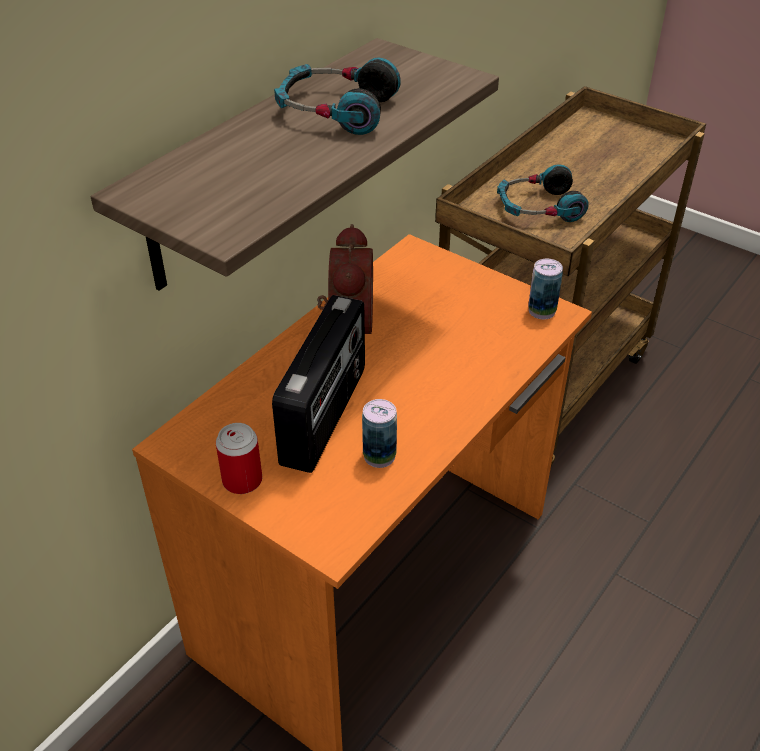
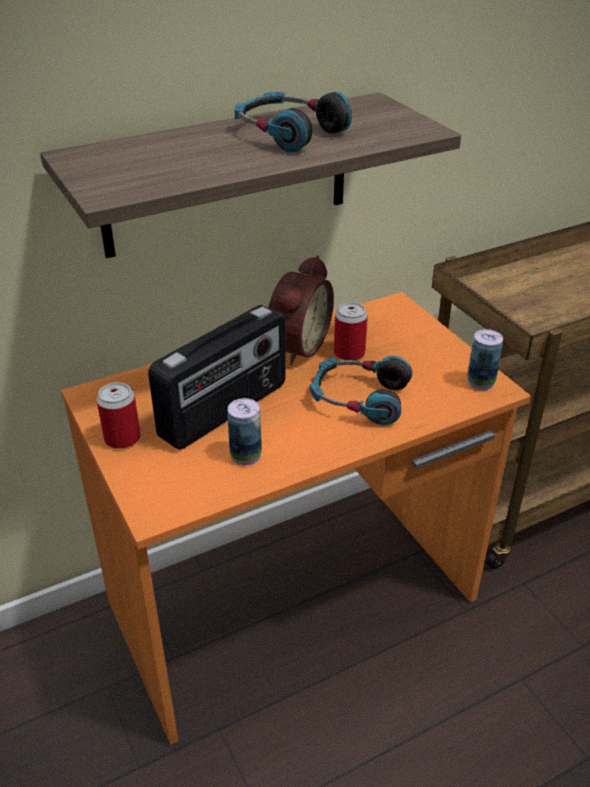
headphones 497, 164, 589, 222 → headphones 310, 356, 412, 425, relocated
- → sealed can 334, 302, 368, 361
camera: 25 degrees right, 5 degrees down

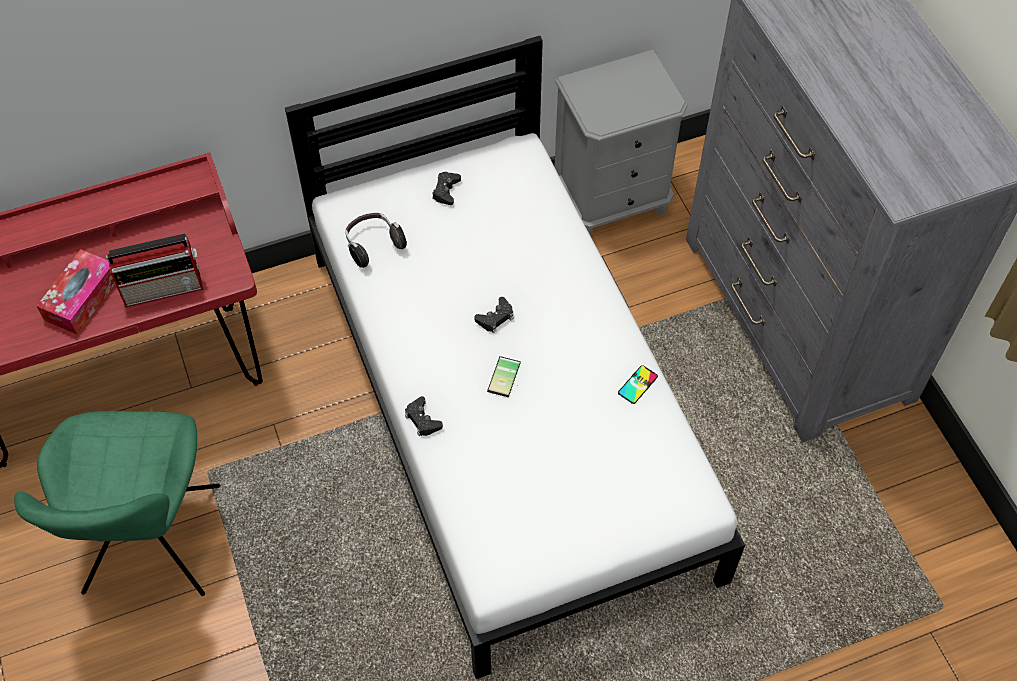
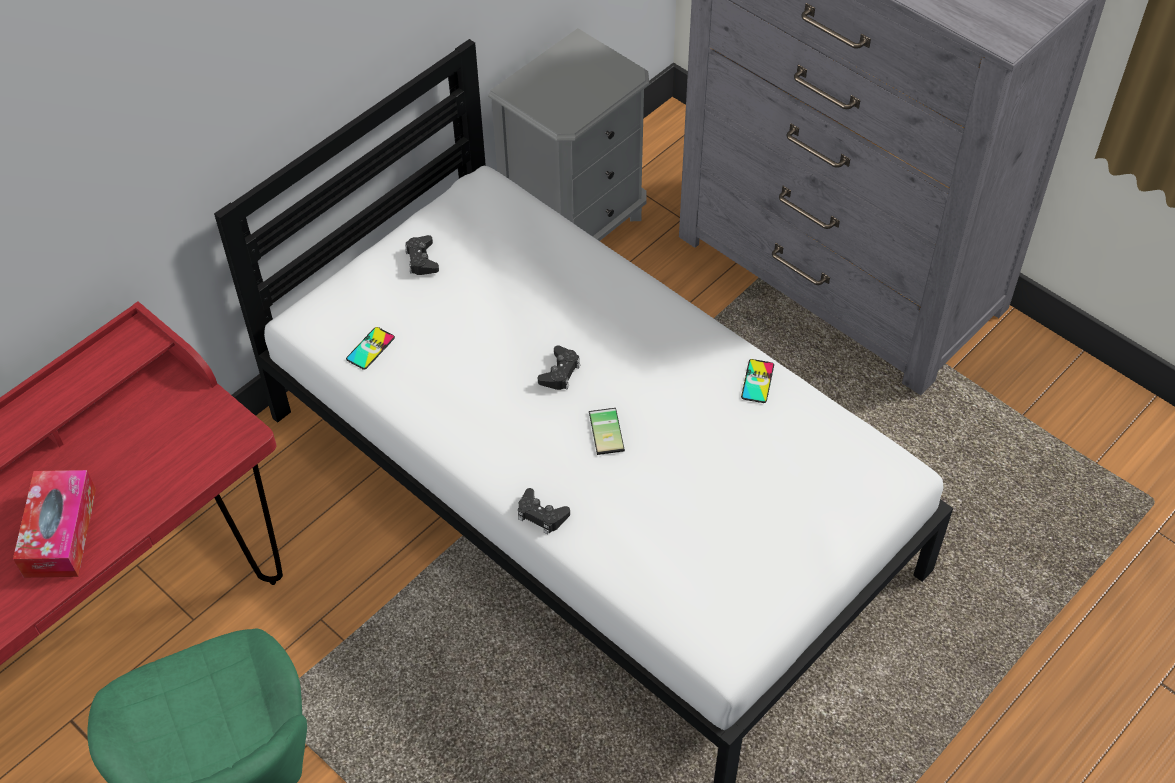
headphones 345, 213, 407, 268 → telephone 346, 327, 395, 370
radio 106, 233, 203, 307 → -
camera: 25 degrees left, 5 degrees down

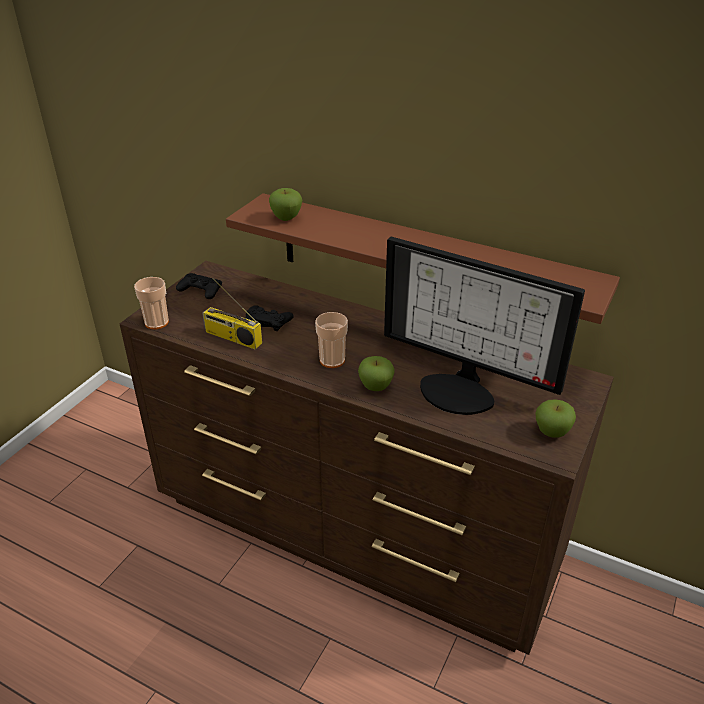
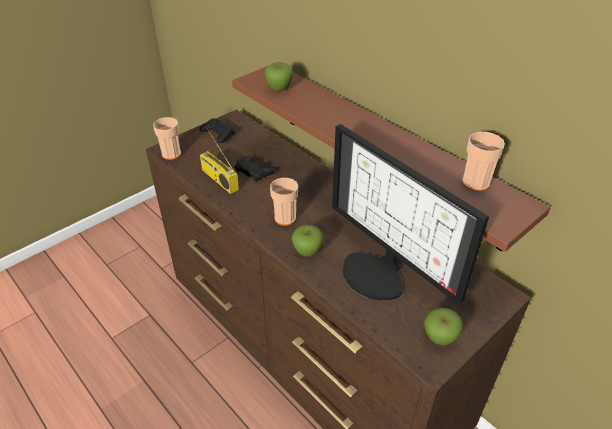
- → cup 462, 132, 505, 192
camera: 20 degrees right, 5 degrees up

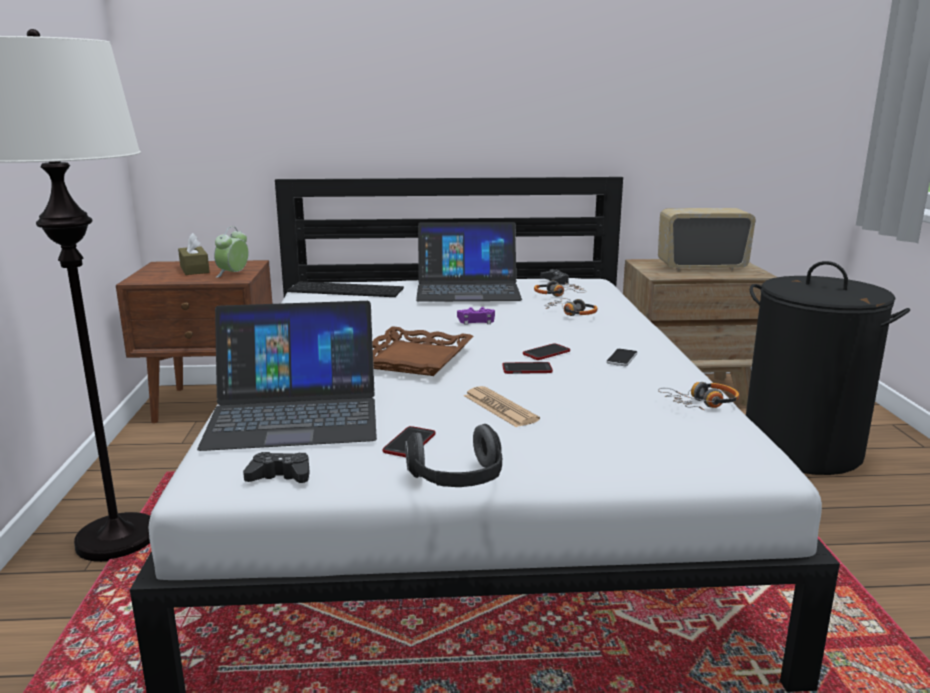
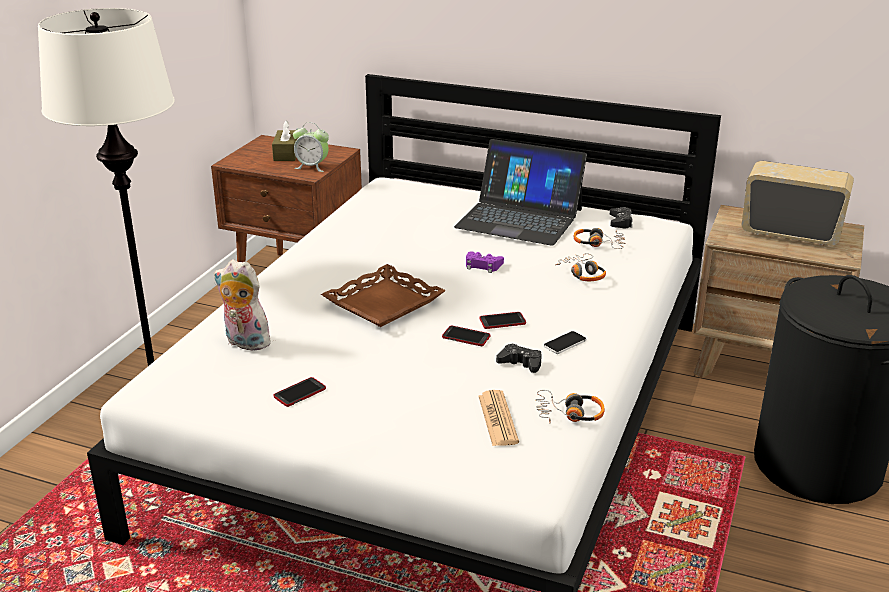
laptop 197, 301, 377, 451 → cuddly toy 214, 259, 271, 351
table clock 214, 227, 249, 278 → table clock 293, 122, 329, 172, 120 degrees counterclockwise
daily paper 464, 386, 540, 427 → daily paper 479, 390, 519, 446, relocated
black game controller 243, 452, 310, 483 → black game controller 496, 344, 542, 373, relocated
keyboard 287, 282, 404, 297 → -
headphones 405, 424, 502, 487 → -
camera: 25 degrees right, 10 degrees up

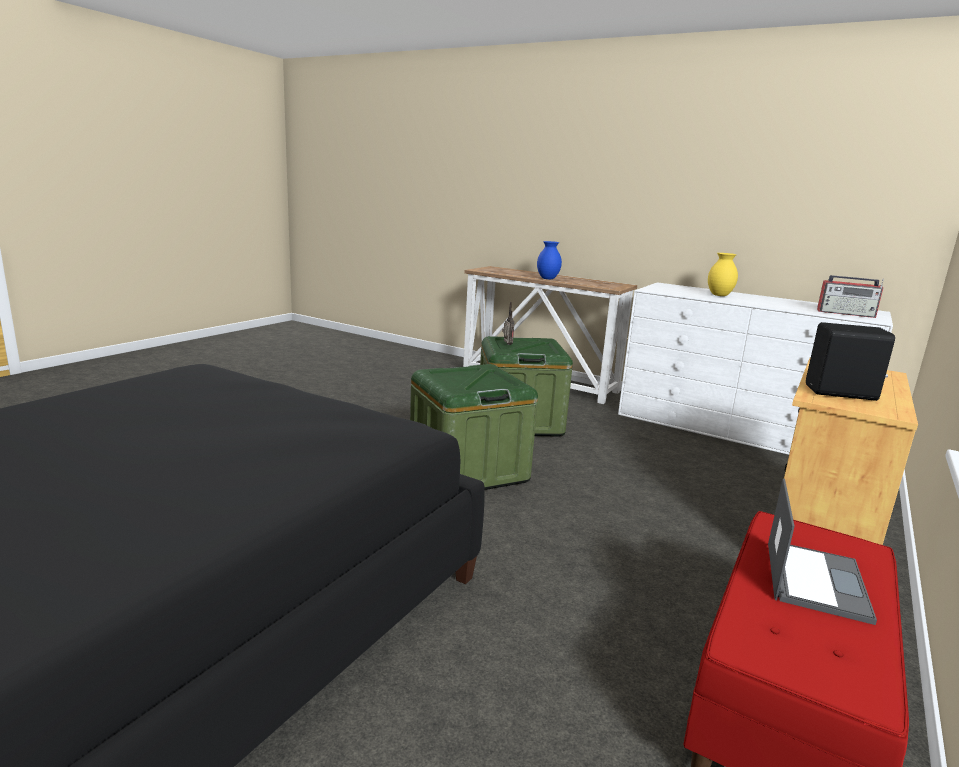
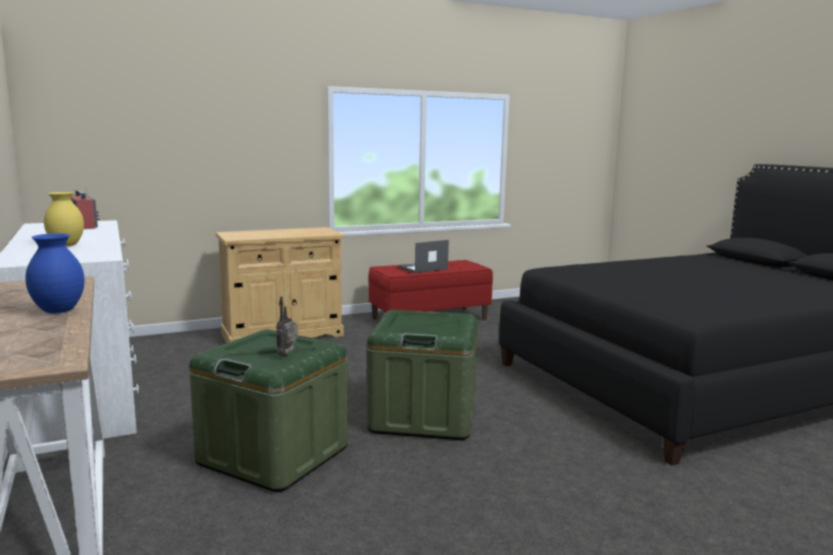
black loudspeaker 806, 322, 895, 401 → -
camera: 145 degrees left, 5 degrees down

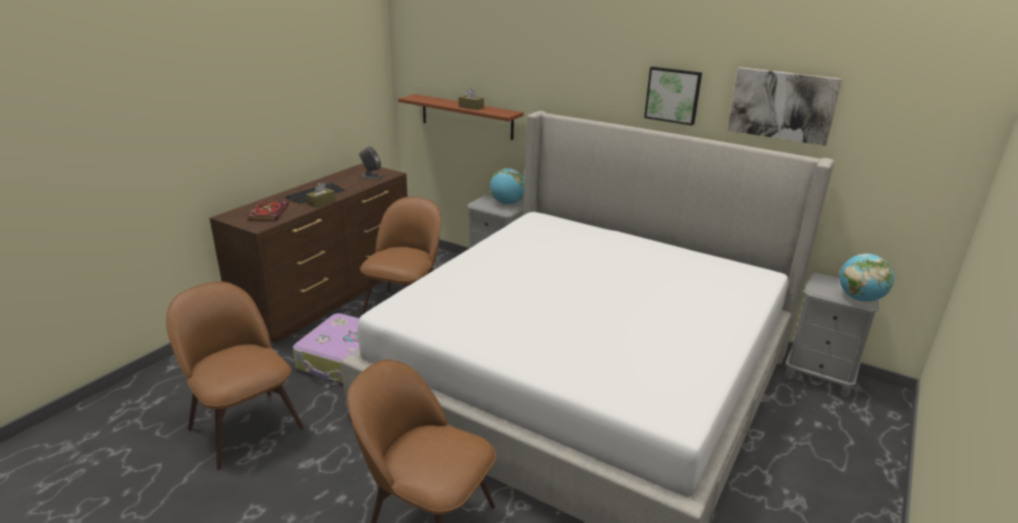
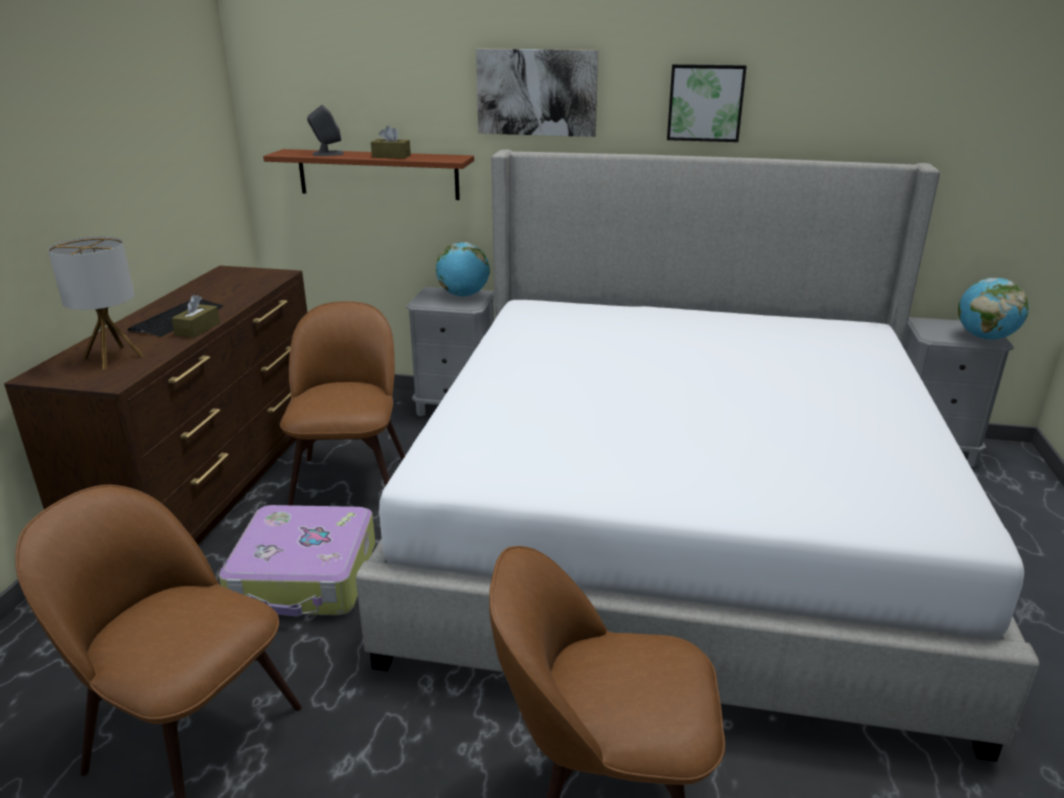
volume 247, 201, 289, 220 → tabletop lamp 48, 236, 144, 370
gray loudspeaker 359, 146, 382, 179 → gray loudspeaker 307, 105, 344, 156, relocated
wall art 727, 67, 842, 146 → wall art 476, 49, 599, 137, relocated
camera: 20 degrees left, 0 degrees up

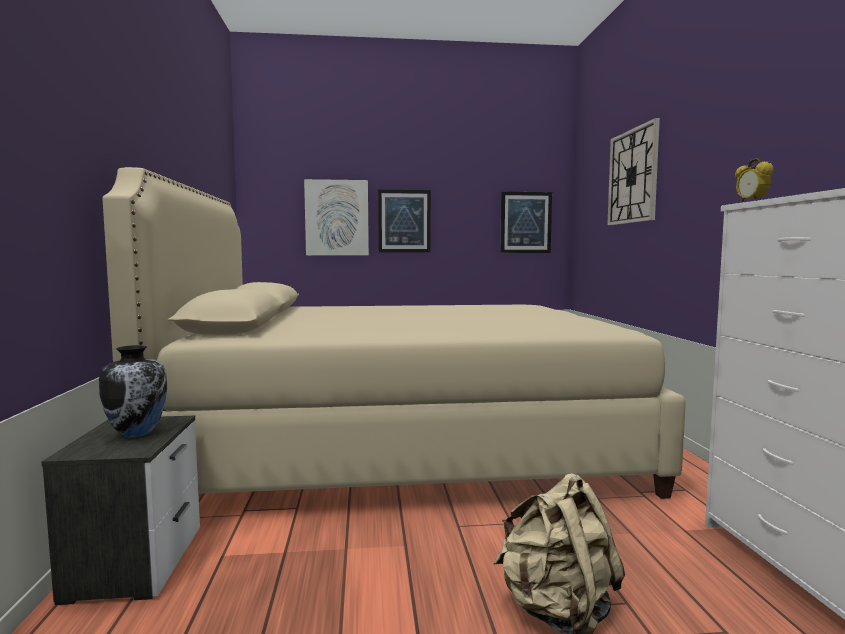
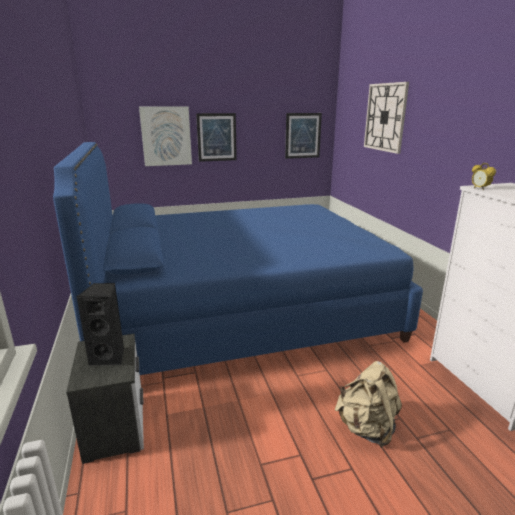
beige-coloured sleeping bed 103, 167, 686, 499 → blue-coloured sleeping bed 53, 142, 423, 375
decorative vase 99, 345, 167, 438 → black loudspeaker 76, 283, 124, 366
camera: 10 degrees left, 15 degrees up

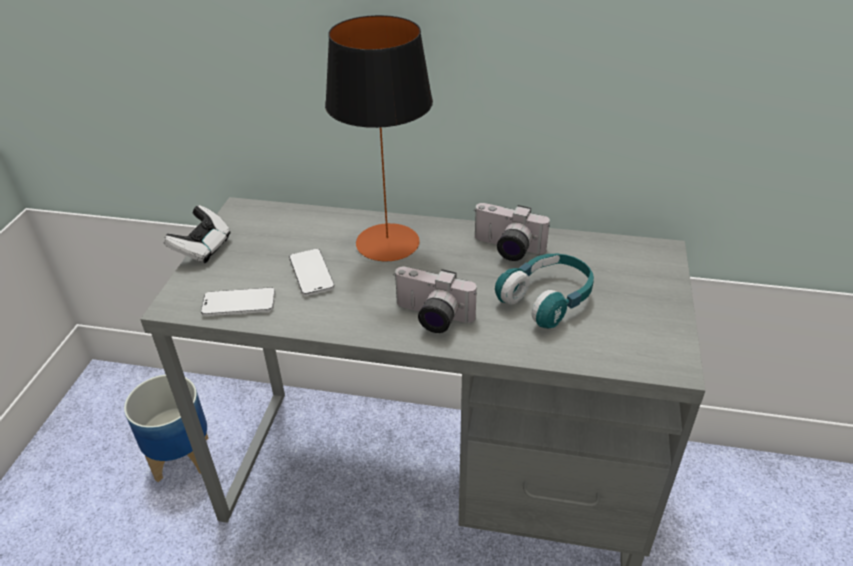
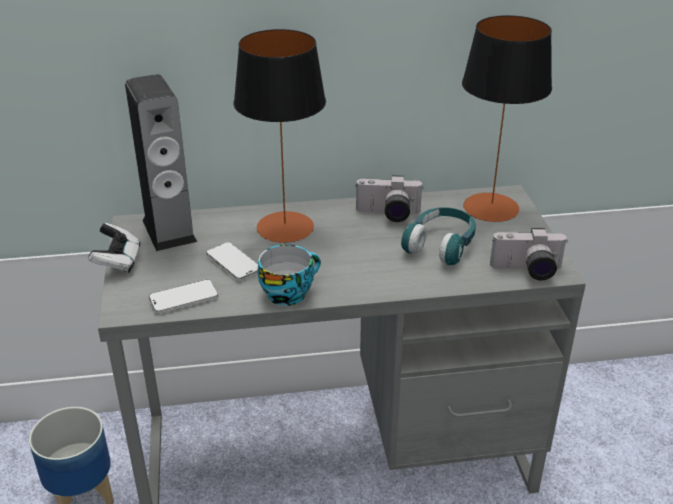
- → loudspeaker 125, 74, 197, 251
- → cup 258, 244, 321, 306
- → tabletop lamp 462, 15, 552, 222
photo camera 393, 267, 477, 333 → photo camera 490, 228, 567, 280, relocated
camera: 20 degrees left, 5 degrees down

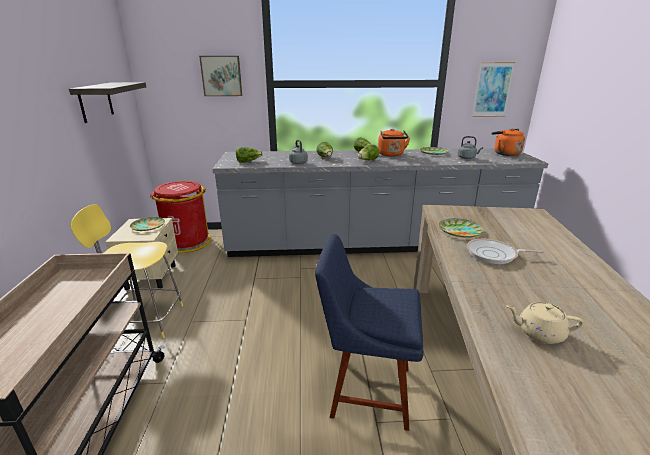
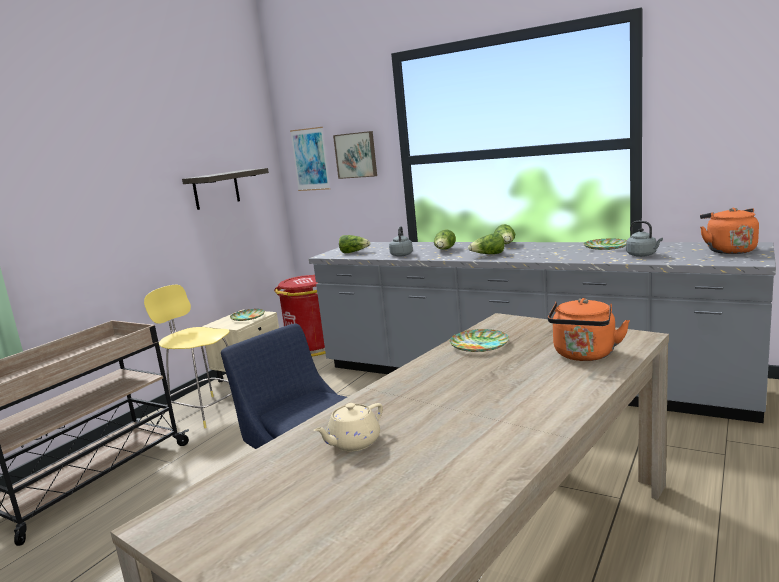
wall art 472, 62, 515, 117 → wall art 290, 127, 330, 191, relocated
beige-coloured teapot 506, 302, 584, 344 → beige-coloured teapot 314, 403, 383, 451, 90 degrees counterclockwise
orange tea kettle 378, 129, 410, 157 → orange tea kettle 548, 298, 630, 361, relocated
frying pan 467, 239, 545, 264 → -
camera: 35 degrees right, 10 degrees down

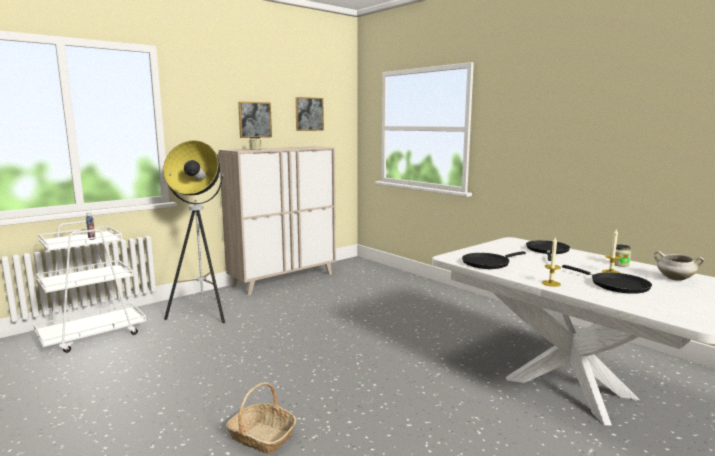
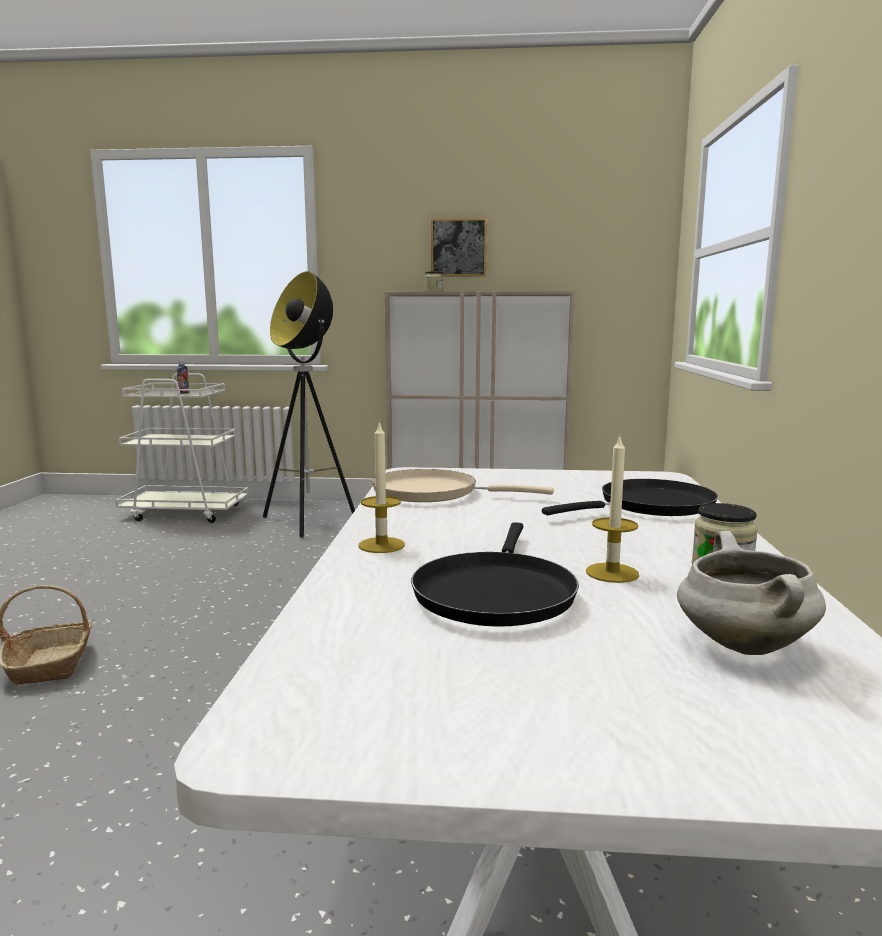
black frying pan 462, 251, 526, 269 → beige-coloured frying pan 372, 469, 554, 502
wall art 295, 97, 324, 131 → -
camera: 45 degrees right, 0 degrees up

